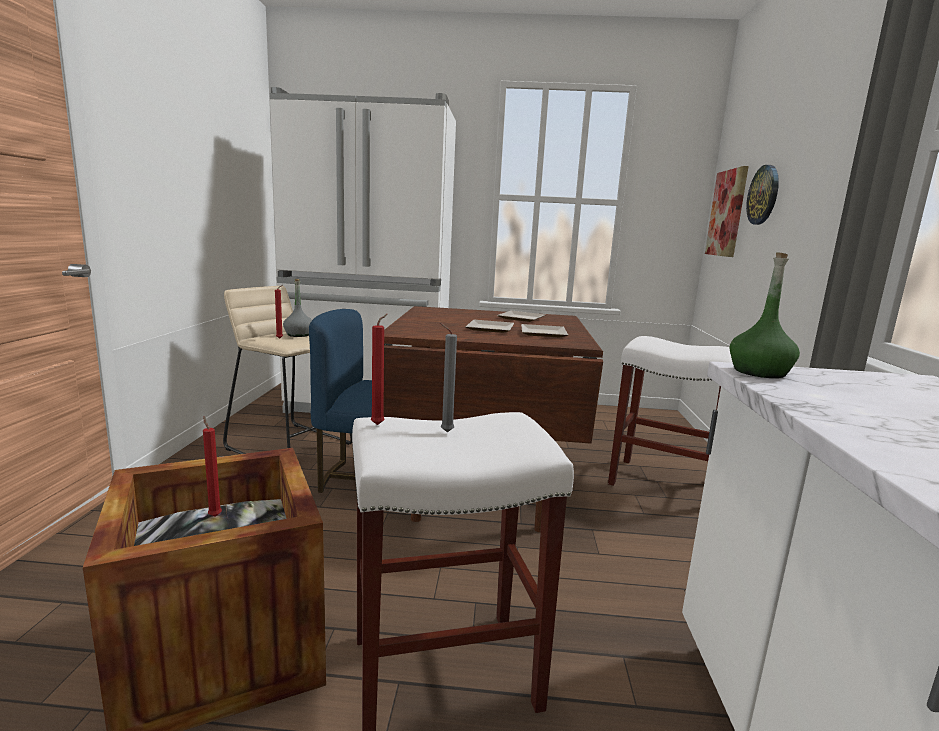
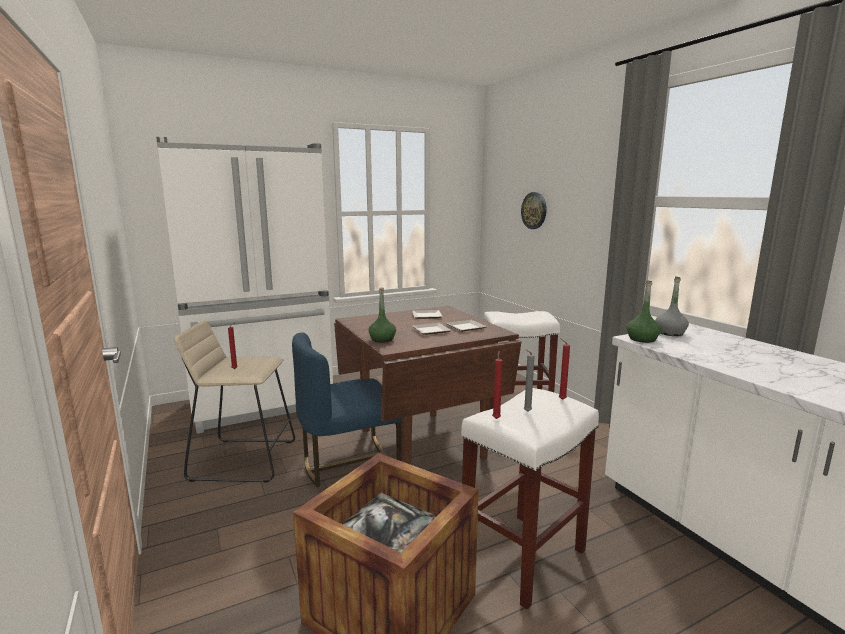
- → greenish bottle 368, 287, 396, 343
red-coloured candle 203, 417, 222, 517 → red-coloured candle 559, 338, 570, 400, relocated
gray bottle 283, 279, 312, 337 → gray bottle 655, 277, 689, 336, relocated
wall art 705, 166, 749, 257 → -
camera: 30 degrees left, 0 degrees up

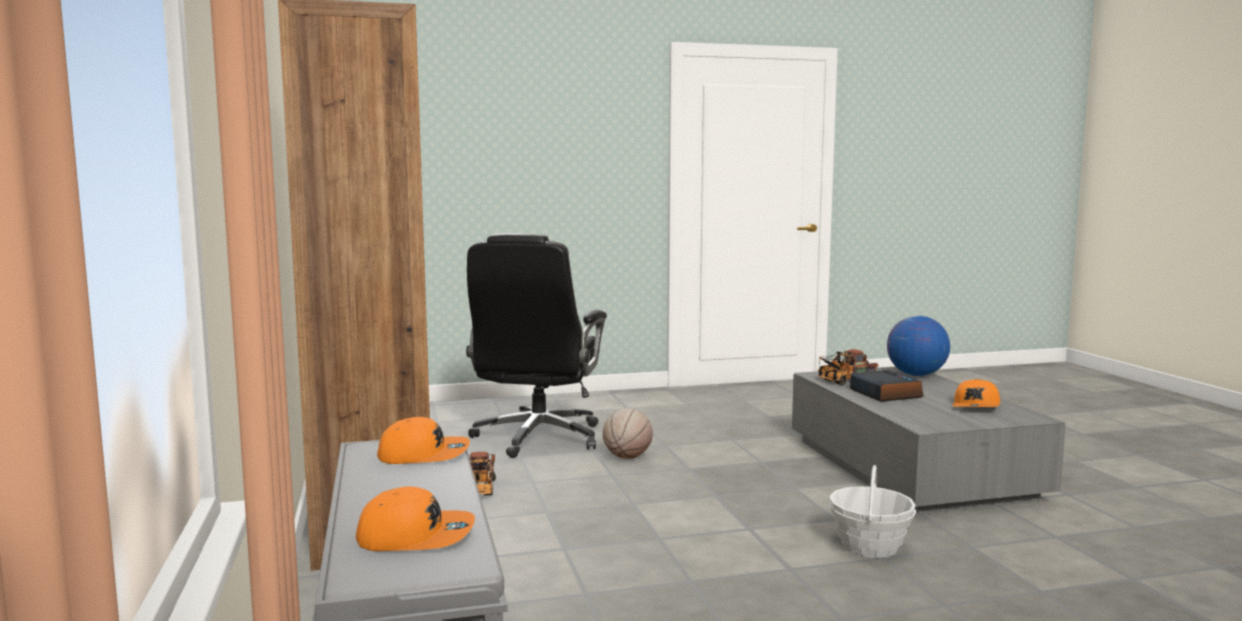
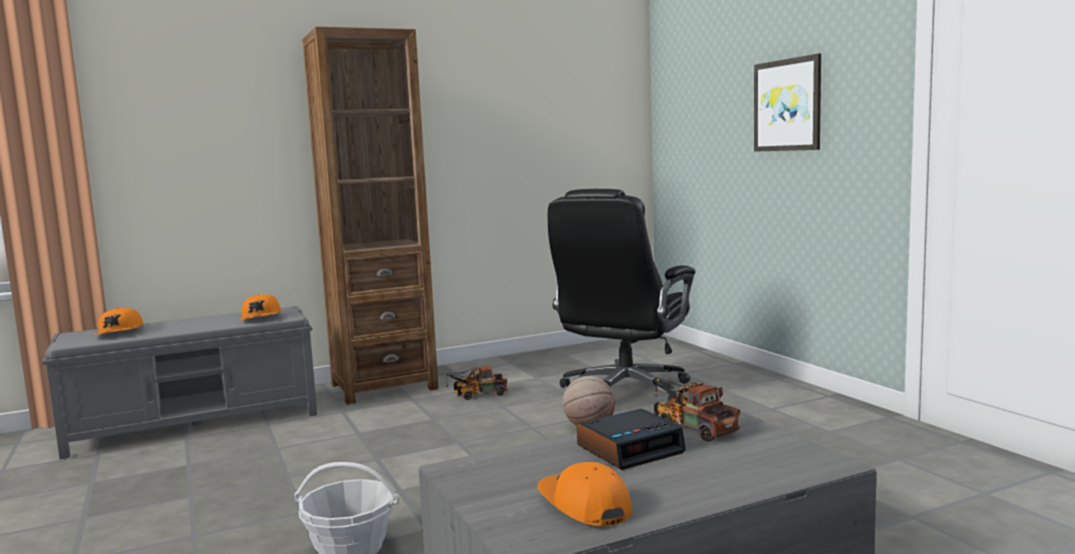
orange cap 952, 379, 1000, 407 → orange cap 537, 462, 632, 526, 45 degrees clockwise
black computer chair 466, 233, 607, 458 → black computer chair 548, 189, 695, 403, 60 degrees counterclockwise
- → wall art 754, 54, 821, 152
desk globe 887, 316, 950, 376 → -
camera: 80 degrees right, 0 degrees up

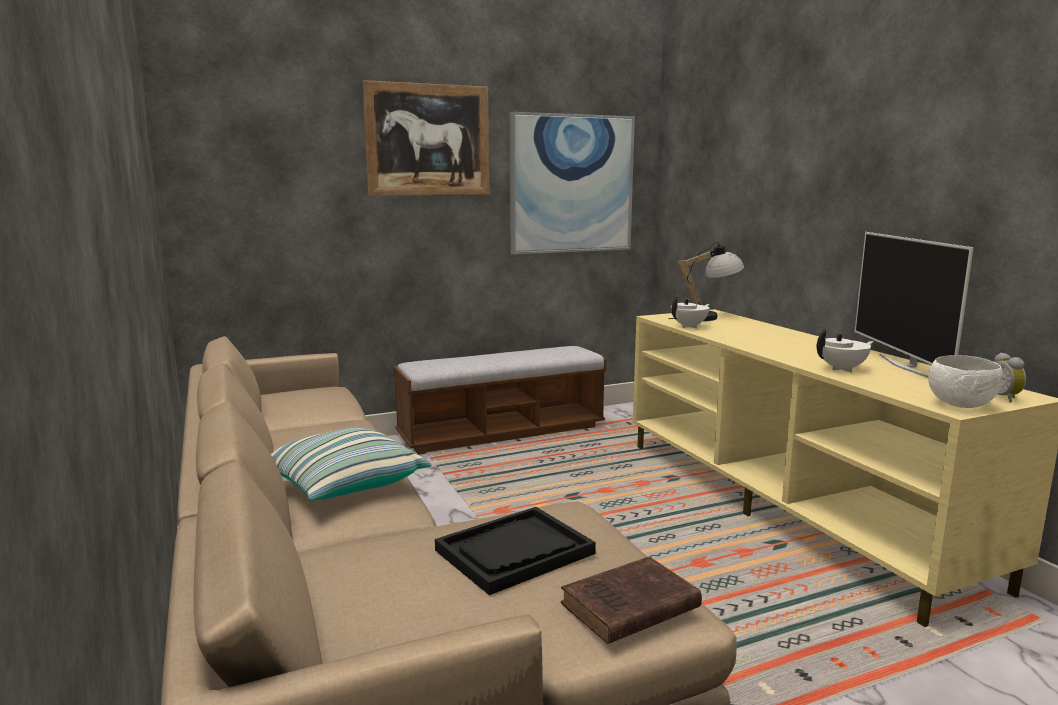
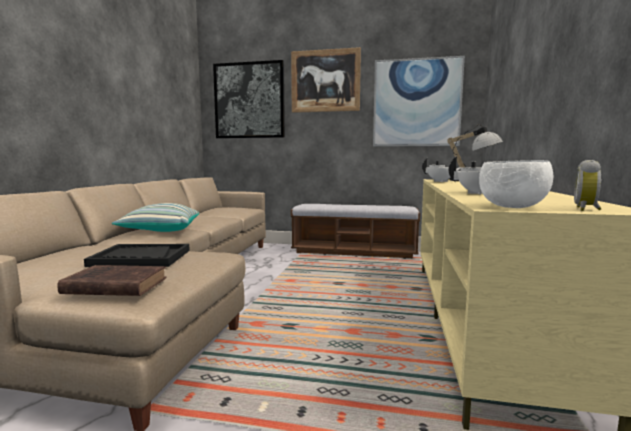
- → wall art 213, 60, 285, 138
TV set 855, 232, 974, 378 → -
camera: 35 degrees right, 5 degrees down

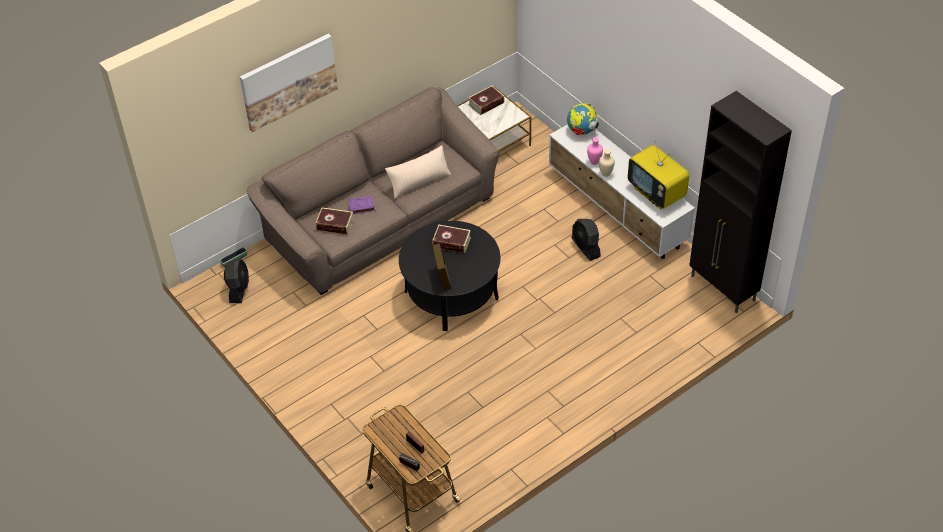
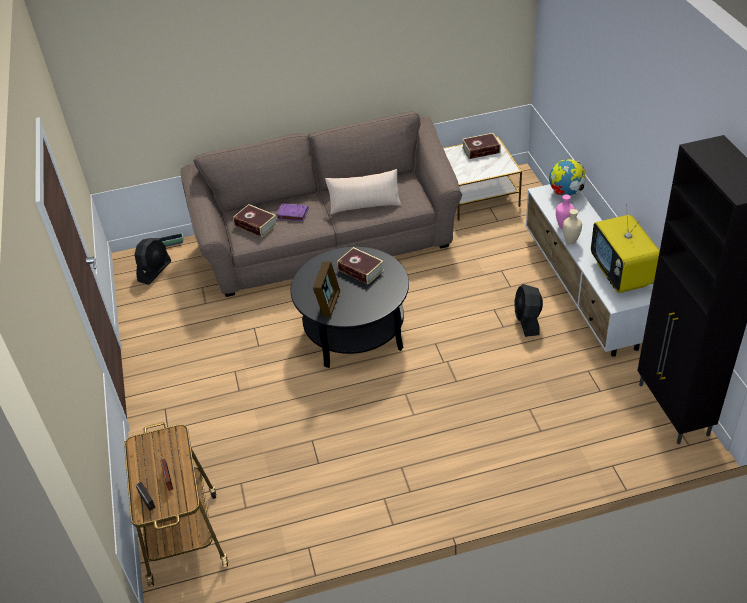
wall art 240, 34, 338, 132 → -
camera: 25 degrees right, 5 degrees down

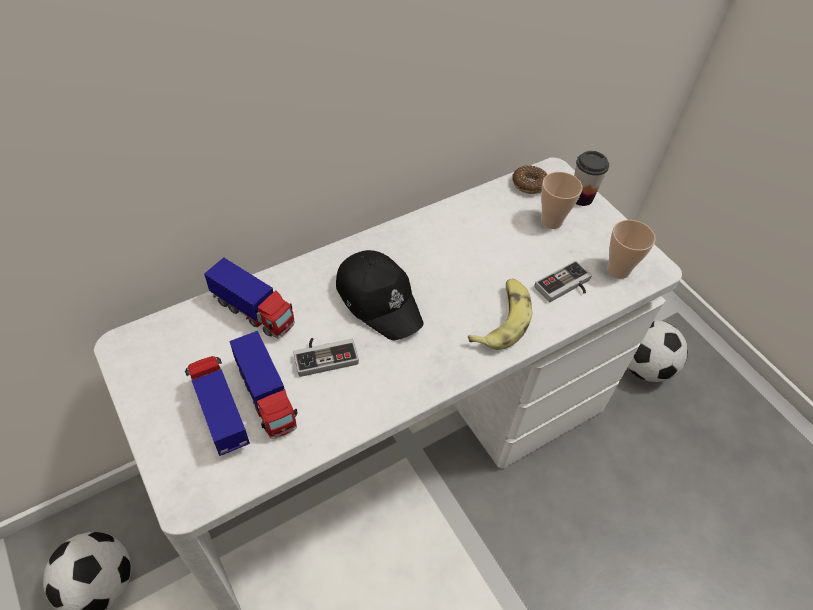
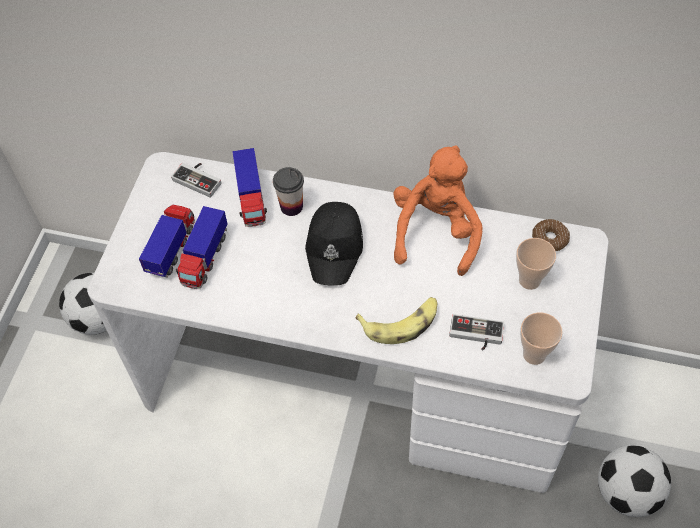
game controller 293, 338, 359, 377 → game controller 171, 163, 221, 198, relocated
cup 574, 151, 609, 206 → cup 273, 167, 304, 216, relocated
- → orange cuddly toy 393, 145, 483, 276
camera: 50 degrees right, 5 degrees up

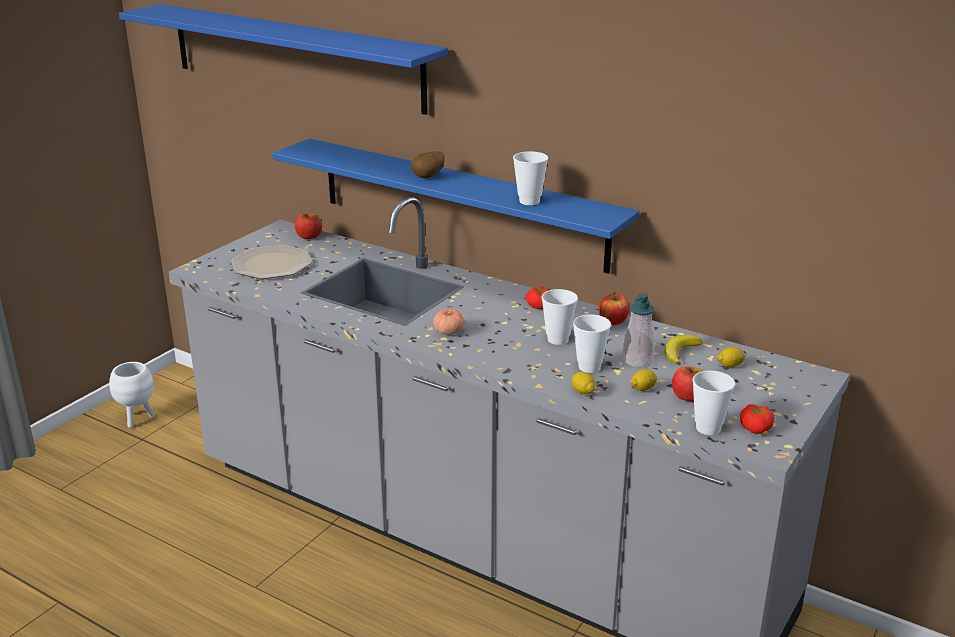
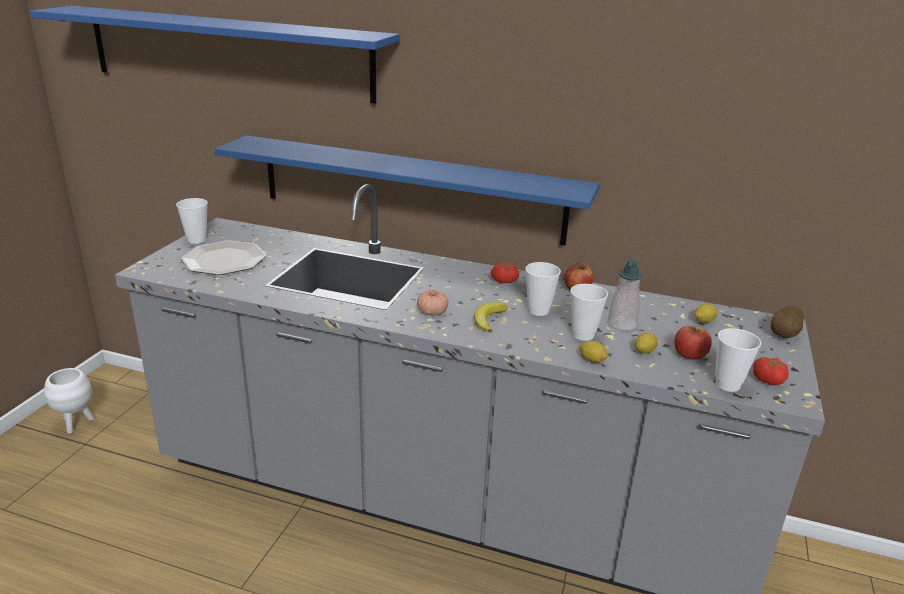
cup 513, 151, 548, 205 → cup 176, 198, 208, 244, relocated
whole banana 665, 335, 703, 365 → whole banana 474, 302, 508, 333, relocated
potato 411, 151, 445, 178 → potato 771, 306, 804, 338, relocated
apple 295, 213, 322, 239 → -
camera: 15 degrees left, 0 degrees up

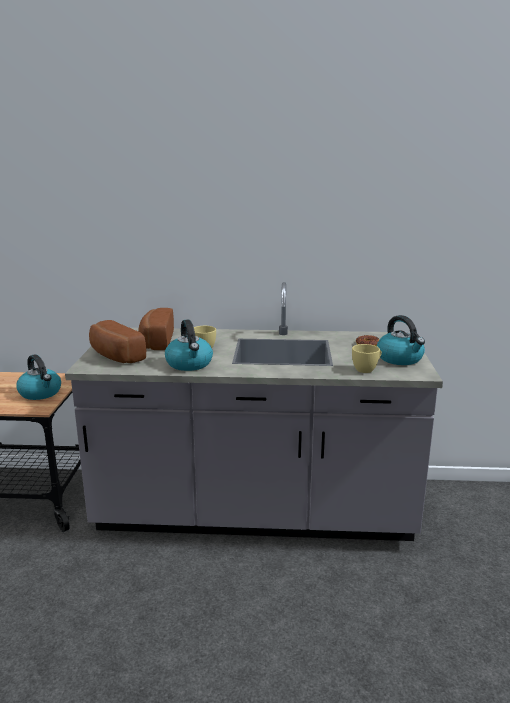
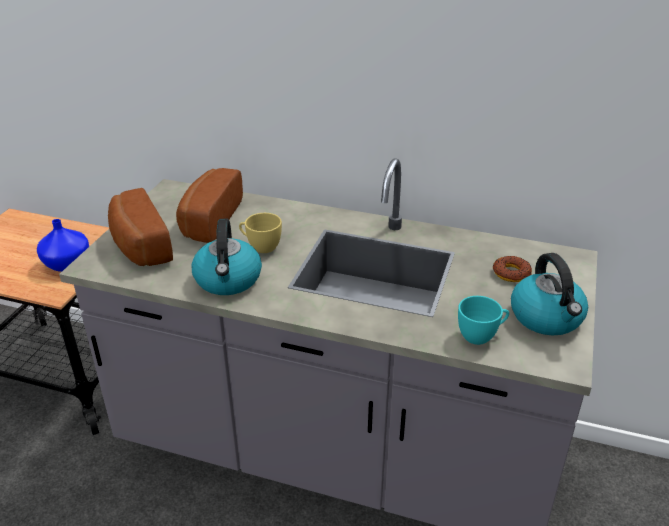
tea kettle 16, 354, 61, 400 → blue-coloured decorative vase 37, 219, 89, 272
yellowish cup 352, 344, 382, 373 → turquoise-coloured cup 458, 296, 509, 345
camera: 15 degrees right, 15 degrees up

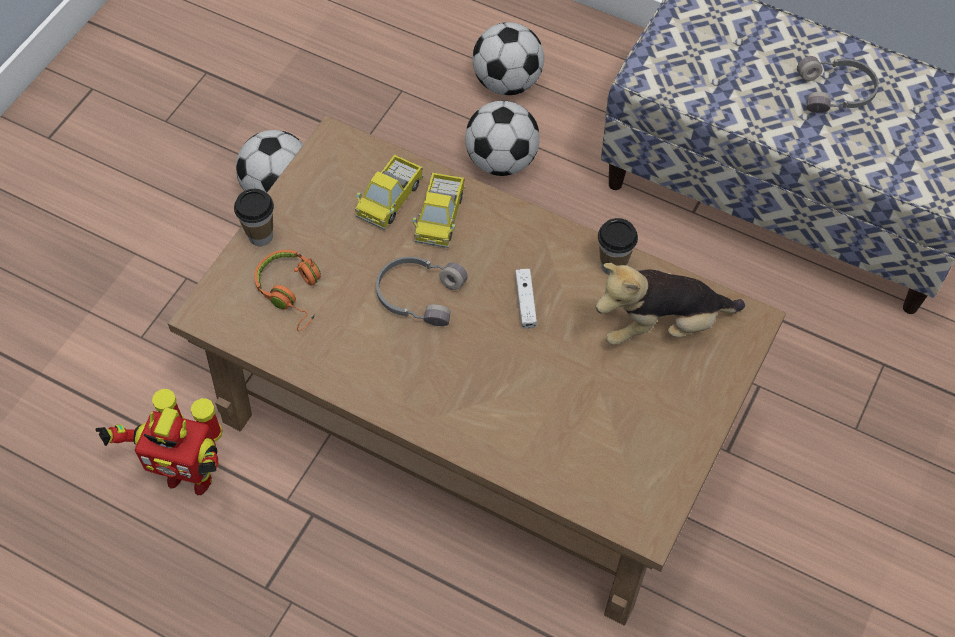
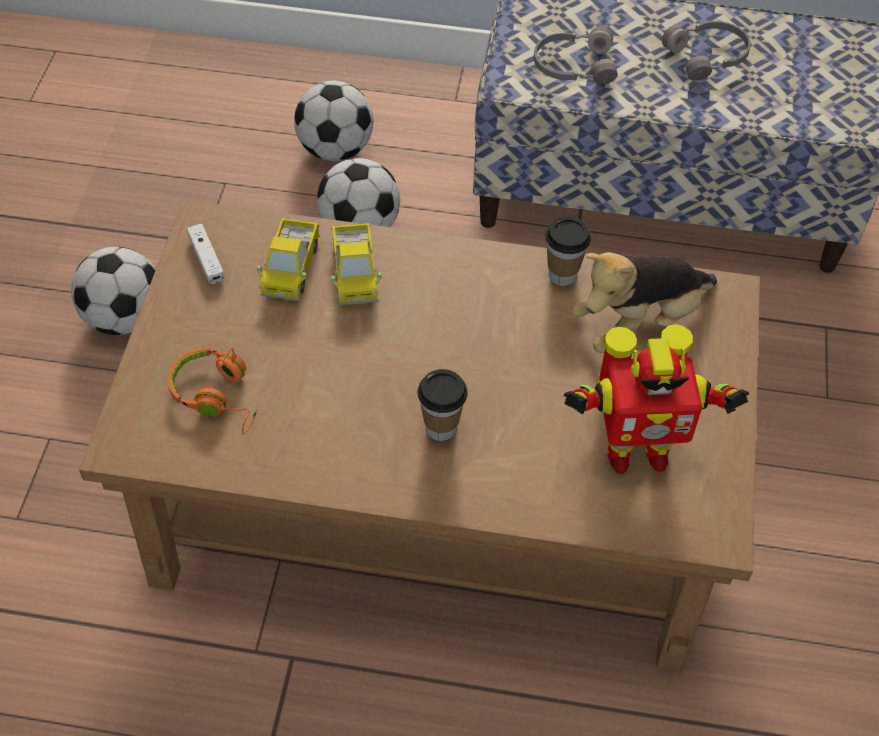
white-coloured game controller 515, 269, 537, 329 → white-coloured game controller 187, 224, 225, 284, relocated
cup 234, 189, 274, 246 → cup 418, 369, 468, 441, relocated
gray headphones 376, 257, 468, 326 → gray headphones 534, 27, 618, 85, relocated
robot figure 95, 389, 223, 495 → robot figure 564, 324, 749, 474, relocated
camera: 20 degrees left, 5 degrees down

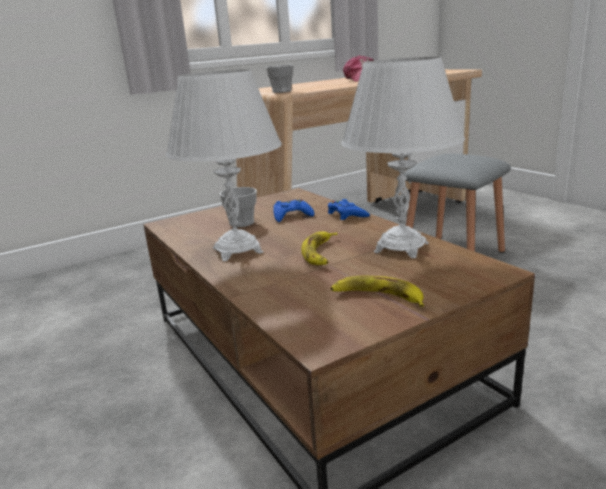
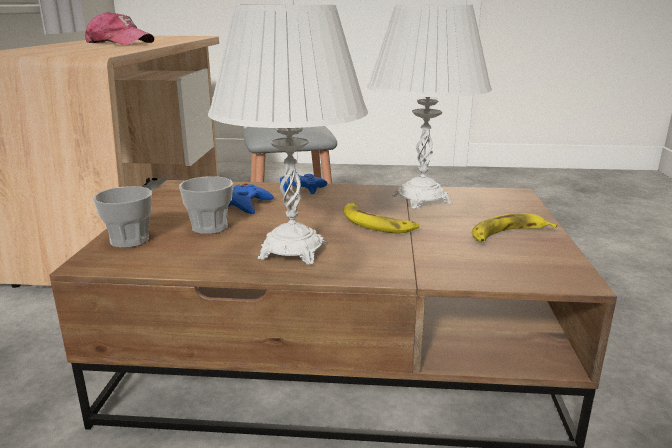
cup 266, 65, 294, 93 → cup 93, 186, 152, 248, relocated
camera: 55 degrees left, 0 degrees up

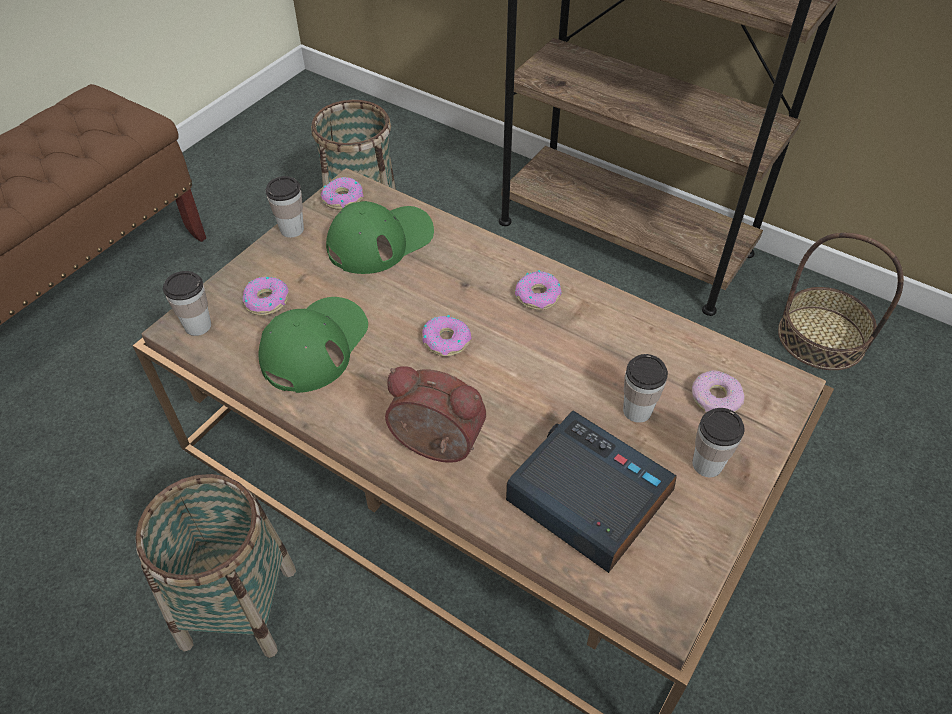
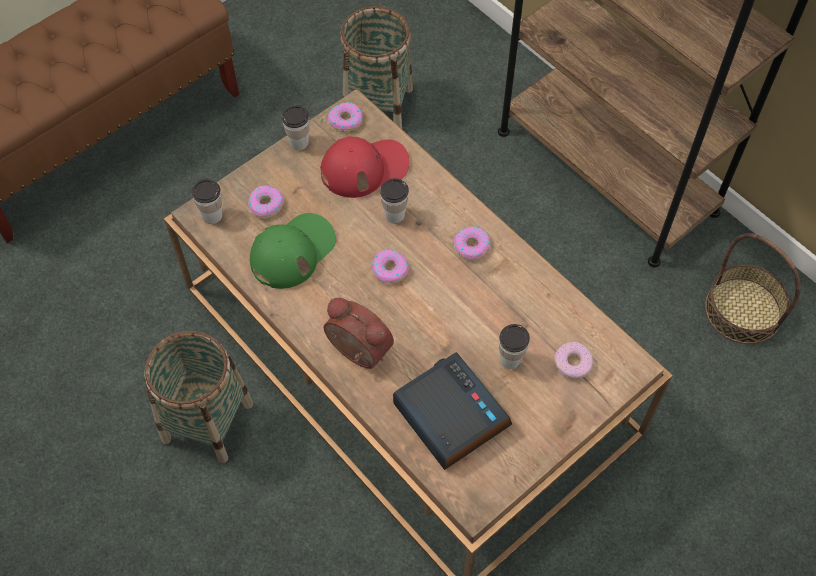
greenish cap 326, 201, 434, 274 → red-coloured cap 321, 136, 409, 198
cup 692, 408, 744, 477 → cup 380, 178, 409, 224, relocated
camera: 15 degrees right, 10 degrees up

